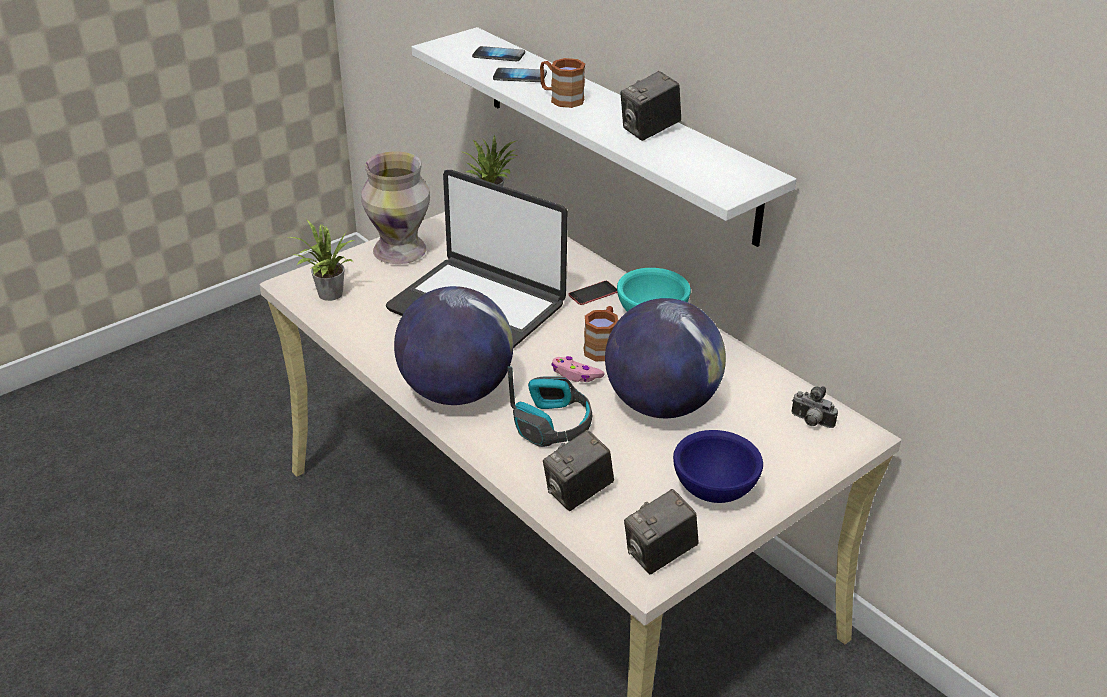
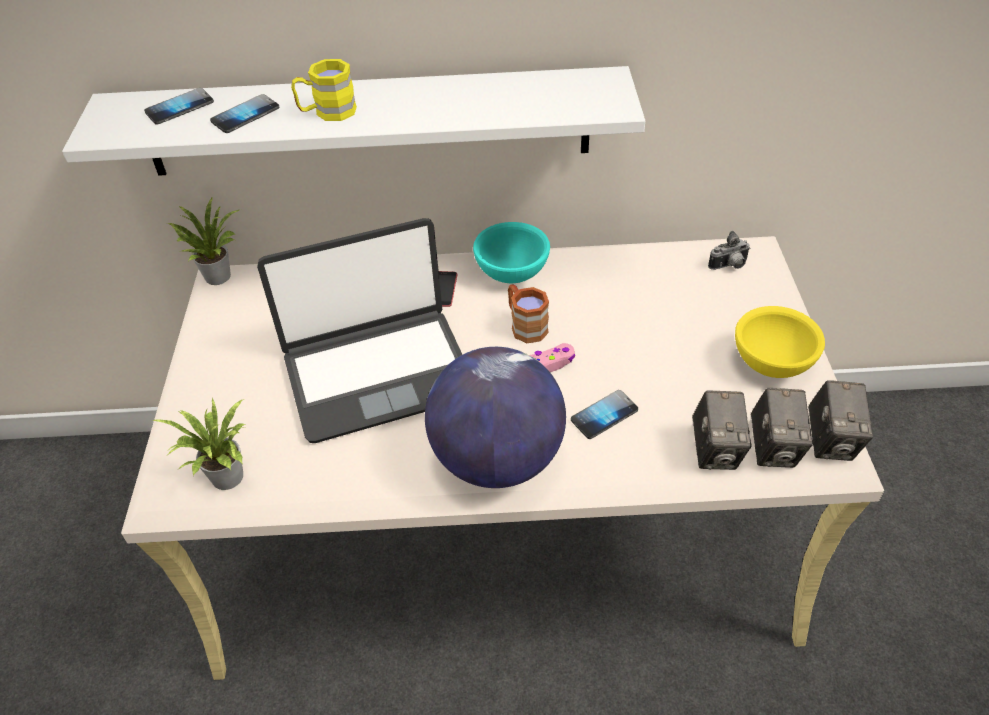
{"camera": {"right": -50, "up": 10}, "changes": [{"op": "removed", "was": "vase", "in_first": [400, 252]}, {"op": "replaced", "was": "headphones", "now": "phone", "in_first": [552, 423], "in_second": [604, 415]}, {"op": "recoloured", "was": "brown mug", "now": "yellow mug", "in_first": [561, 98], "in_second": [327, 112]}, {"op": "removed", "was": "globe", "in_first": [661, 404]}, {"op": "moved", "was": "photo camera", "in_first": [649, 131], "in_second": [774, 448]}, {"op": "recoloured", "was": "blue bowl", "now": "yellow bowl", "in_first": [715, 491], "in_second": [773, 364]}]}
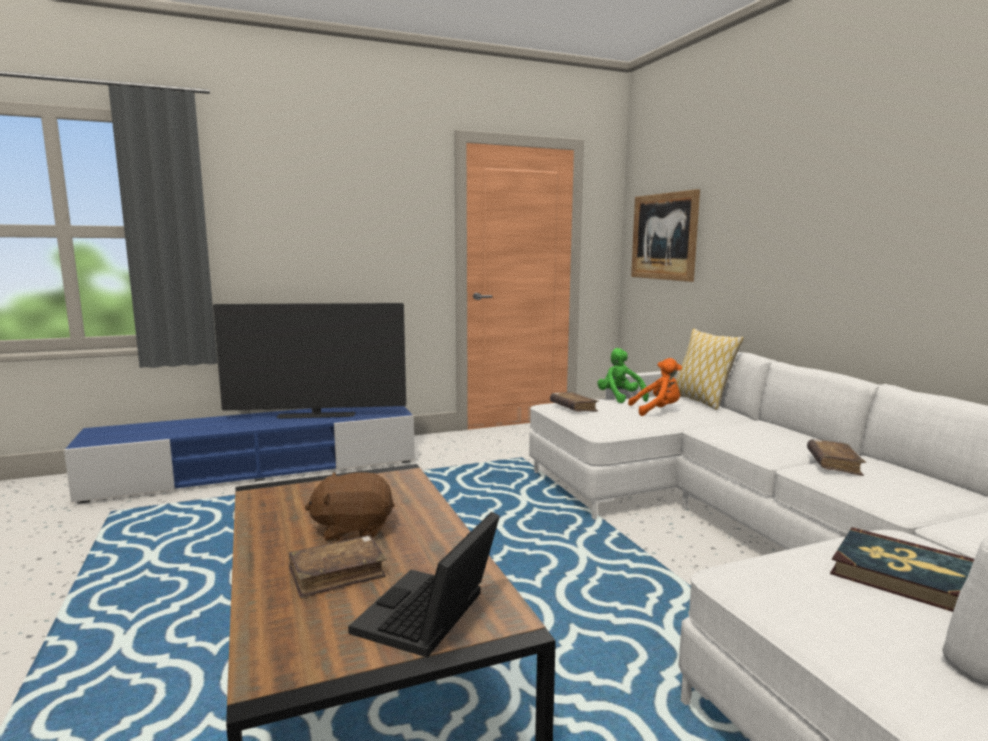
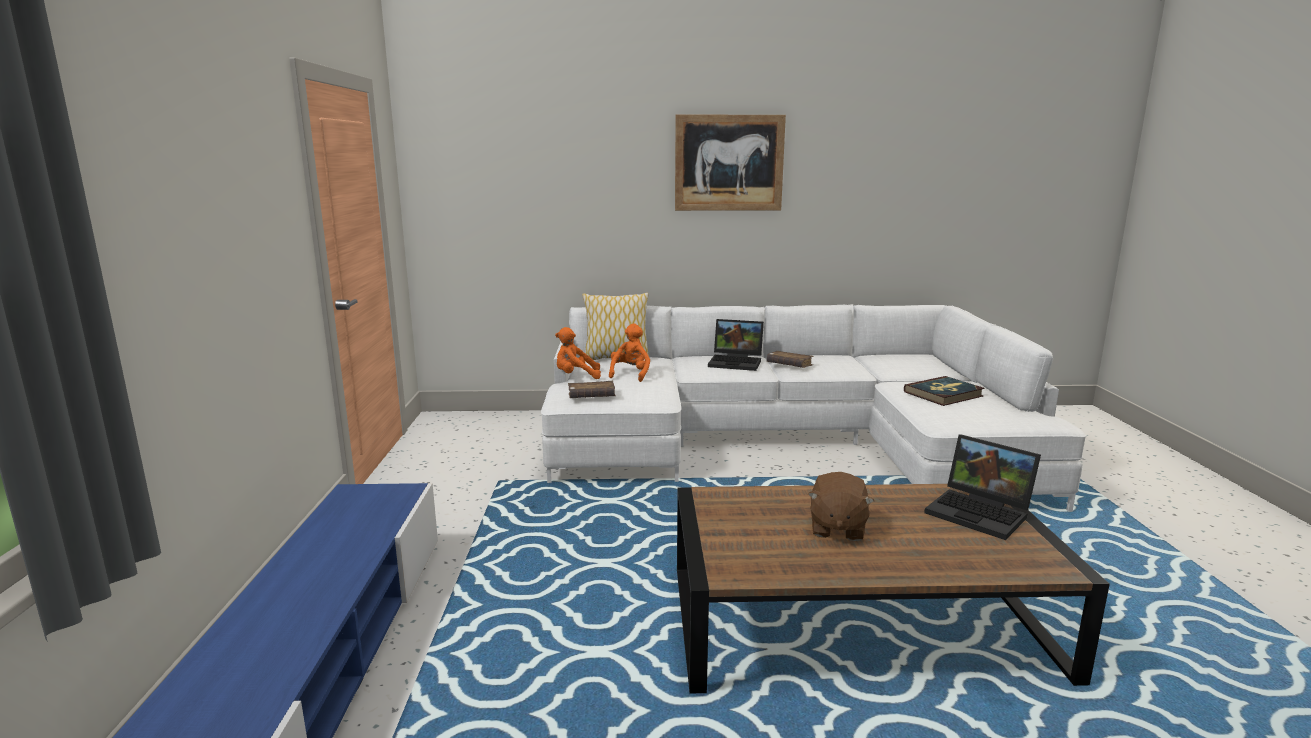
{"camera": {"right": -70, "up": 5}, "changes": [{"op": "removed", "was": "television", "in_first": [316, 416]}, {"op": "removed", "was": "brown book", "in_first": [337, 575]}, {"op": "recoloured", "was": "green plush toy", "now": "orange plush toy", "in_first": [620, 398], "in_second": [576, 376]}, {"op": "moved", "was": "picture", "in_first": [664, 236], "in_second": [729, 163]}, {"op": "added", "now": "laptop", "in_second": [737, 362]}]}
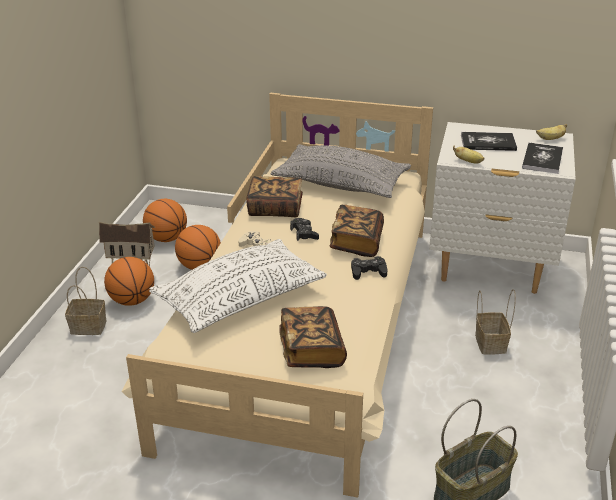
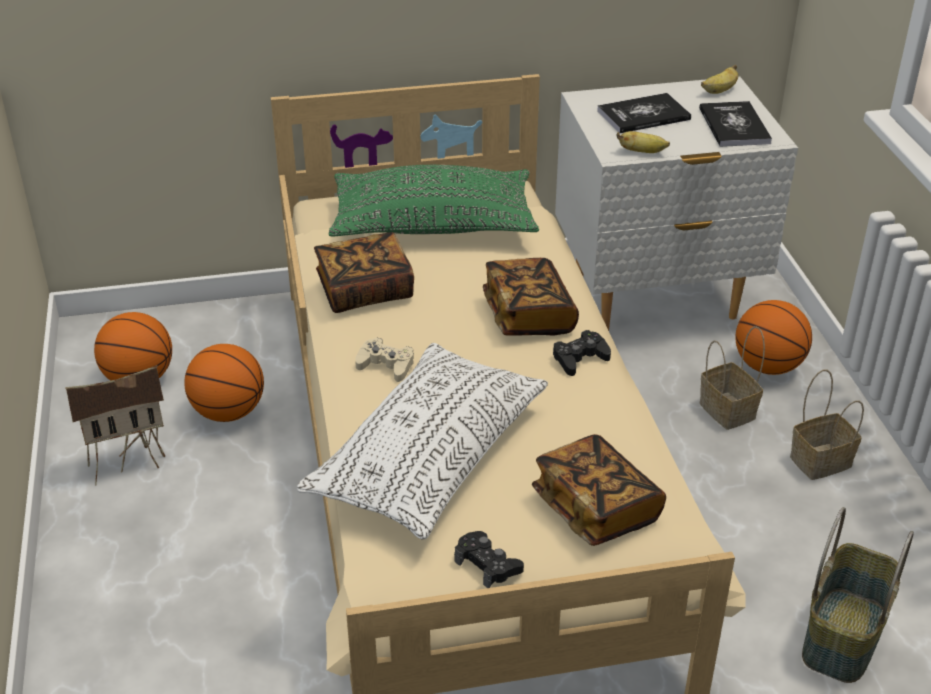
{"camera": {"right": -25, "up": 5}, "changes": [{"op": "moved", "was": "basket", "in_first": [87, 327], "in_second": [819, 462]}, {"op": "moved", "was": "basketball", "in_first": [132, 300], "in_second": [768, 366]}, {"op": "recoloured", "was": "grey pillow", "now": "green pillow", "in_first": [341, 184], "in_second": [433, 225]}, {"op": "moved", "was": "black game controller", "in_first": [304, 233], "in_second": [487, 565]}]}
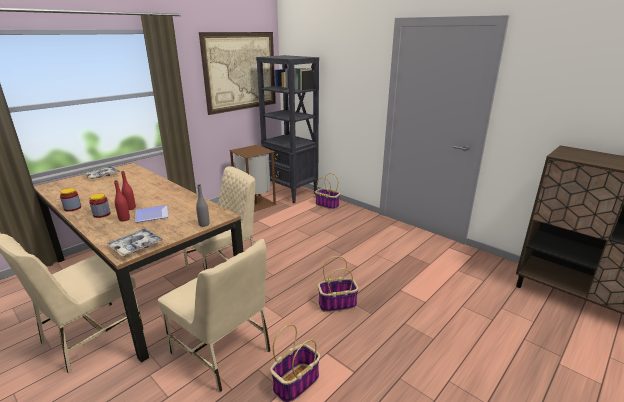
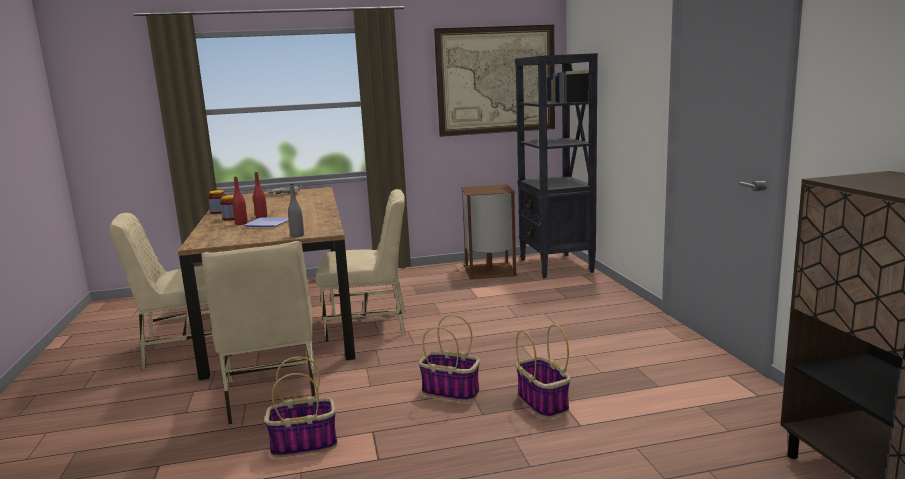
{"camera": {"right": 35, "up": -10}, "changes": [{"op": "removed", "was": "tray", "in_first": [136, 246]}, {"op": "moved", "was": "basket", "in_first": [327, 205], "in_second": [543, 403]}]}
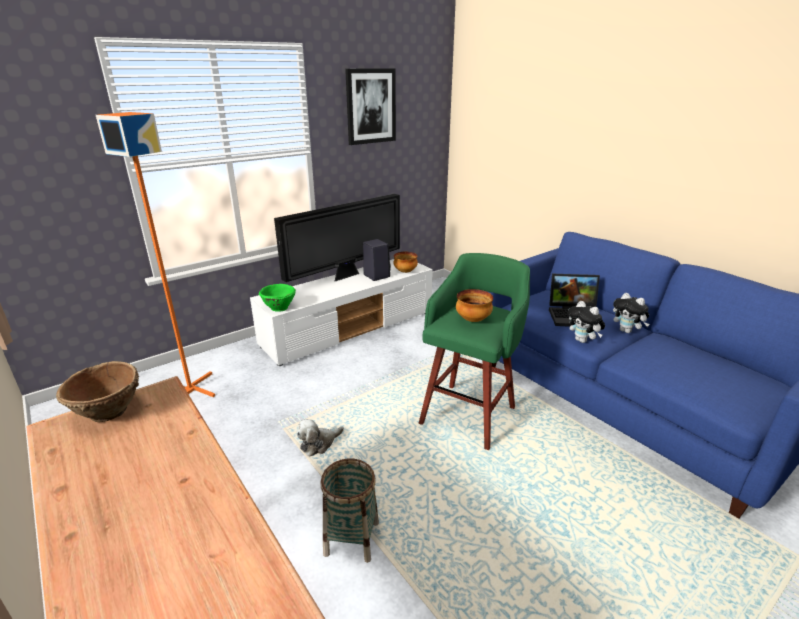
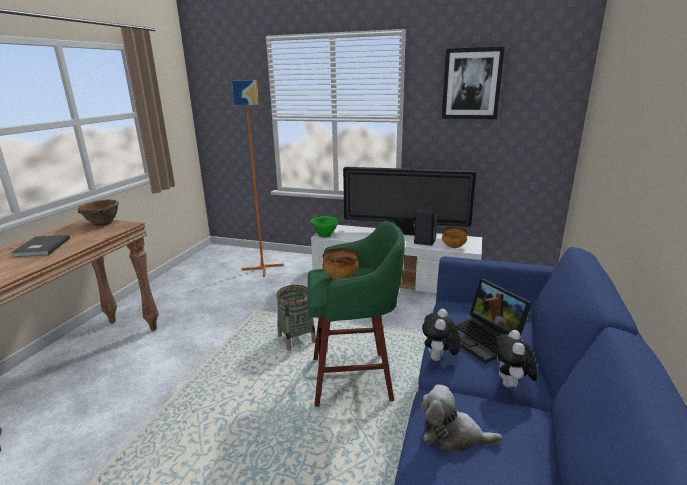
{"camera": {"right": 55, "up": -5}, "changes": [{"op": "moved", "was": "plush toy", "in_first": [319, 444], "in_second": [453, 435]}, {"op": "moved", "was": "basket", "in_first": [352, 538], "in_second": [296, 339]}, {"op": "added", "now": "grey book", "in_second": [40, 248]}]}
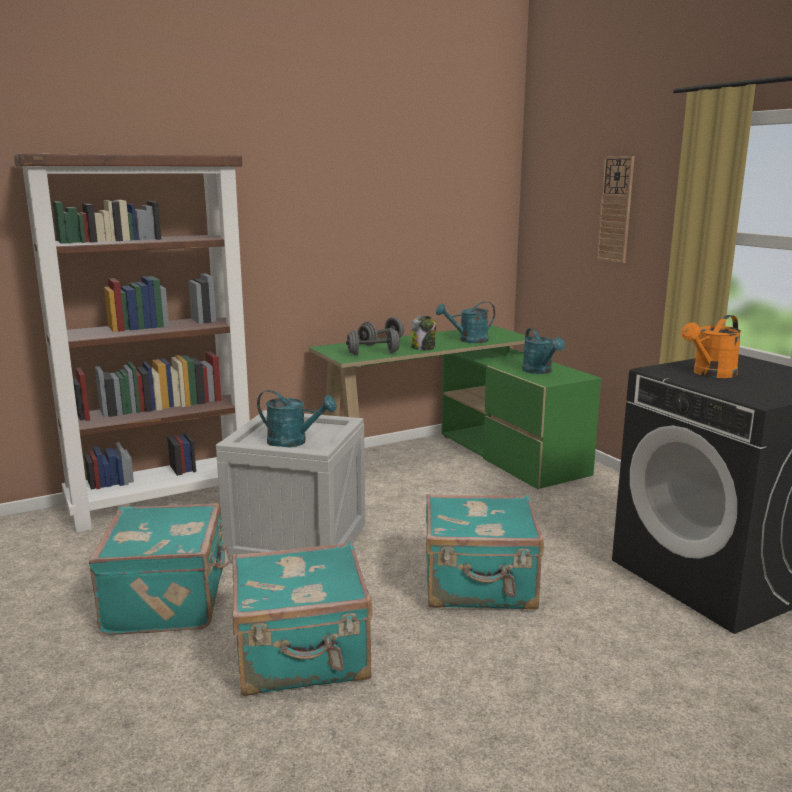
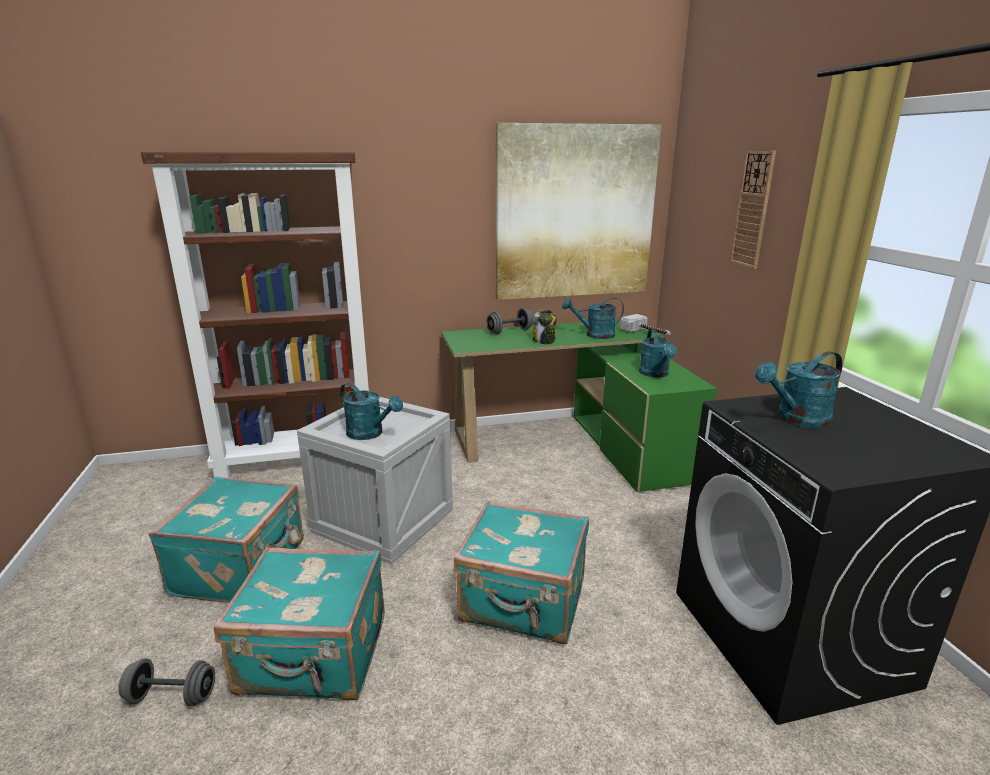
{"camera": {"right": 15, "up": 5}, "changes": [{"op": "moved", "was": "grey dumbbell", "in_first": [373, 354], "in_second": [172, 697]}, {"op": "recoloured", "was": "orange watering can", "now": "turquoise watering can", "in_first": [710, 374], "in_second": [796, 420]}, {"op": "added", "now": "picture", "in_second": [575, 213]}, {"op": "added", "now": "hammer", "in_second": [647, 333]}]}
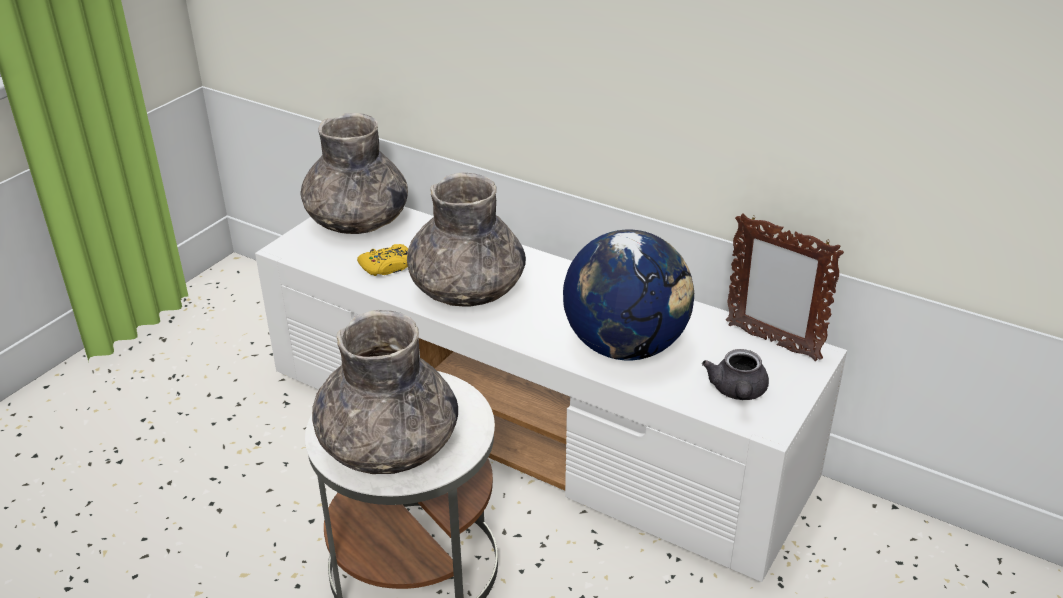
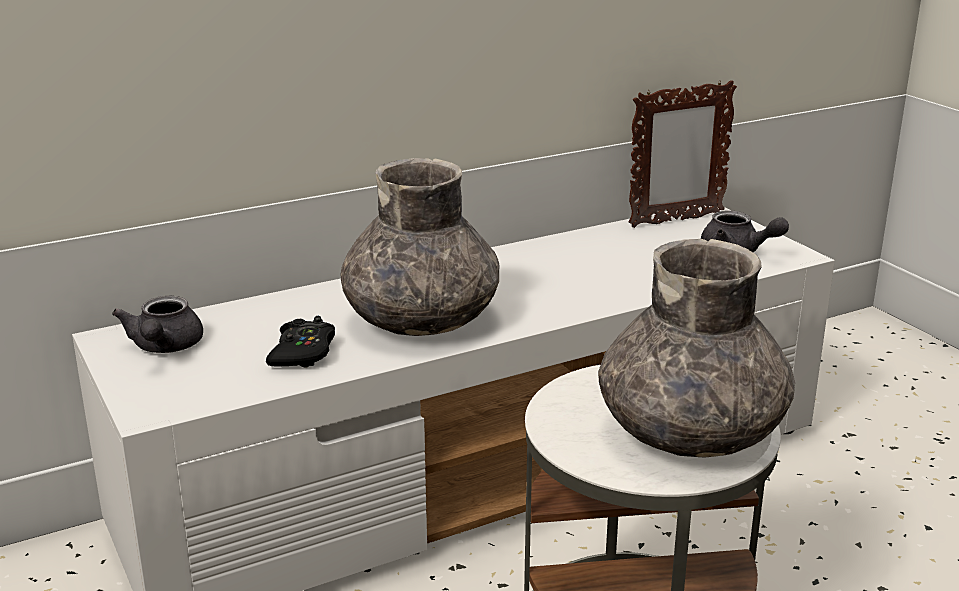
{"camera": {"right": -60, "up": -10}, "changes": [{"op": "replaced", "was": "grey vase", "now": "grey teapot", "in_first": [357, 222], "in_second": [164, 348]}, {"op": "recoloured", "was": "yellow game controller", "now": "black game controller", "in_first": [387, 266], "in_second": [303, 353]}, {"op": "removed", "was": "globe", "in_first": [625, 346]}]}
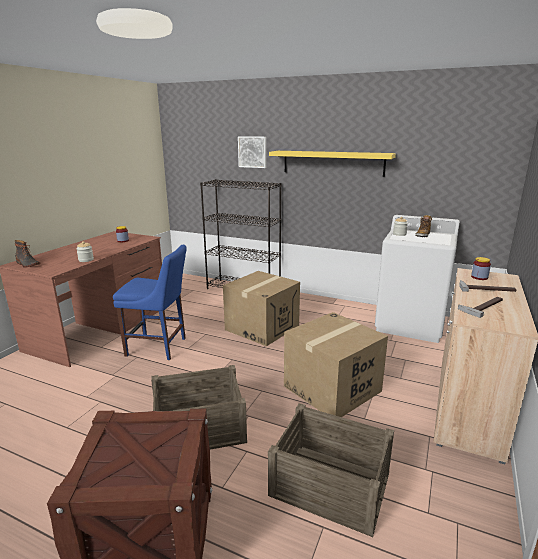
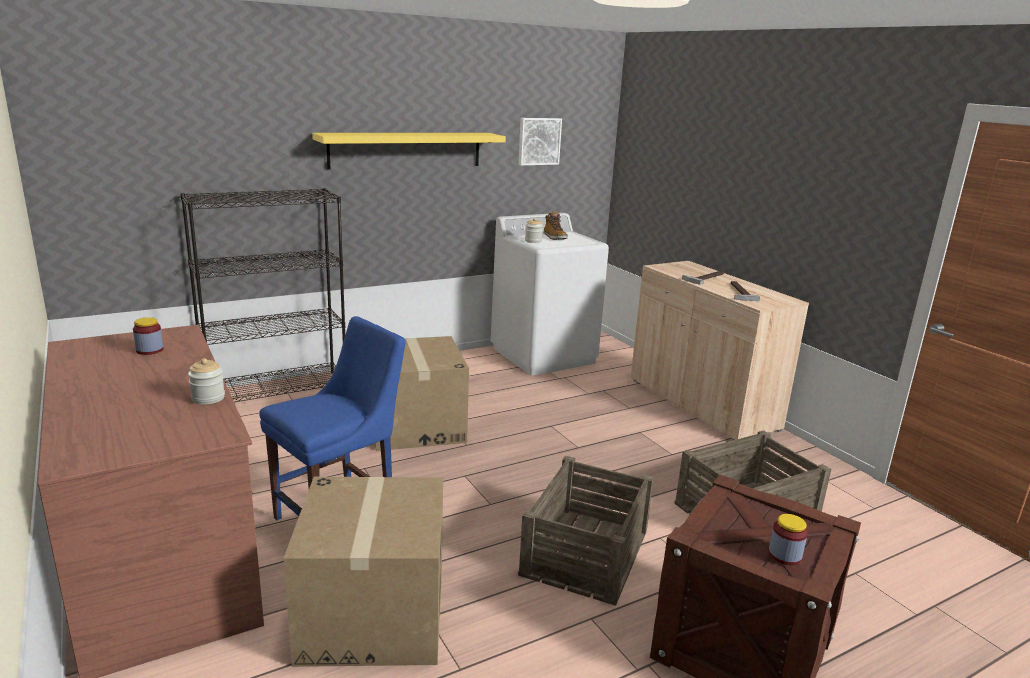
{"camera": {"right": -55, "up": 0}, "changes": [{"op": "removed", "was": "boot", "in_first": [27, 264]}, {"op": "moved", "was": "picture", "in_first": [252, 152], "in_second": [538, 141]}, {"op": "moved", "was": "cardboard box", "in_first": [332, 389], "in_second": [374, 615]}, {"op": "moved", "was": "jar", "in_first": [479, 277], "in_second": [784, 555]}]}
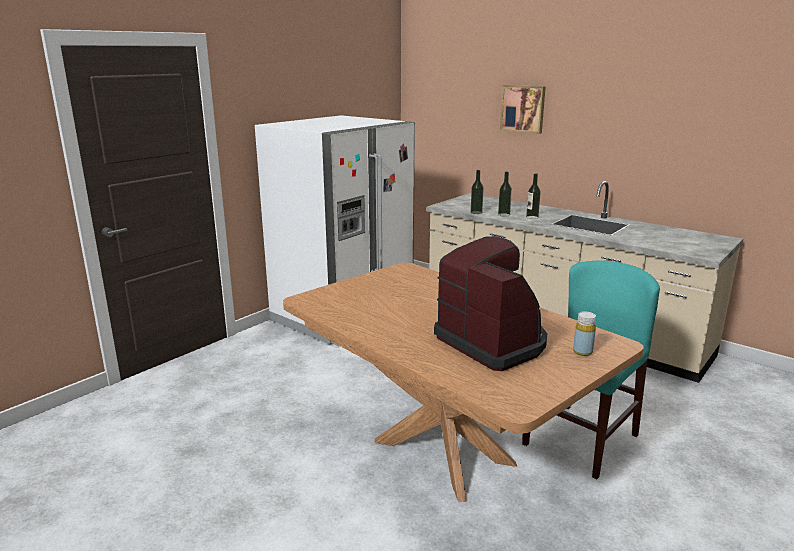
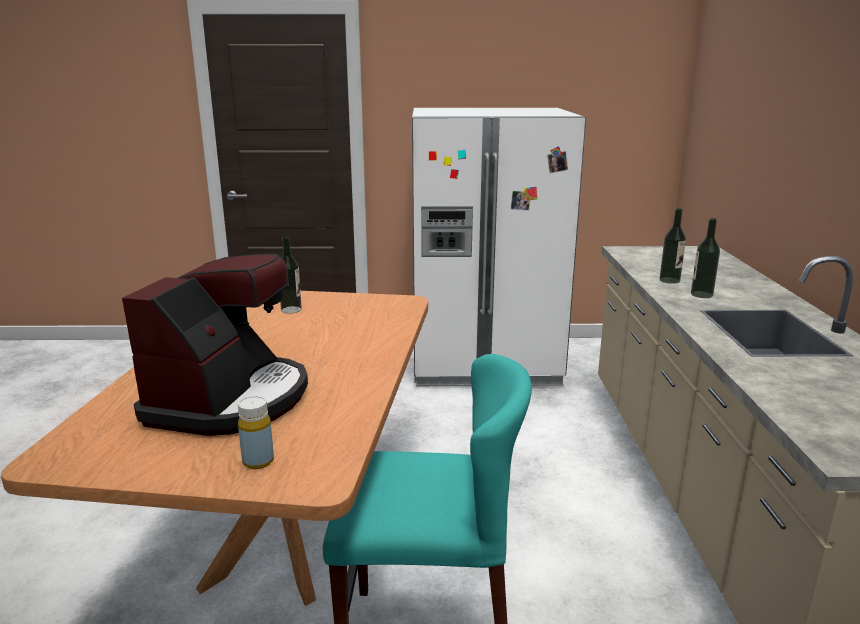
{"camera": {"right": 50, "up": 0}, "changes": [{"op": "moved", "was": "bottle", "in_first": [476, 212], "in_second": [291, 310]}, {"op": "removed", "was": "picture", "in_first": [523, 108]}]}
